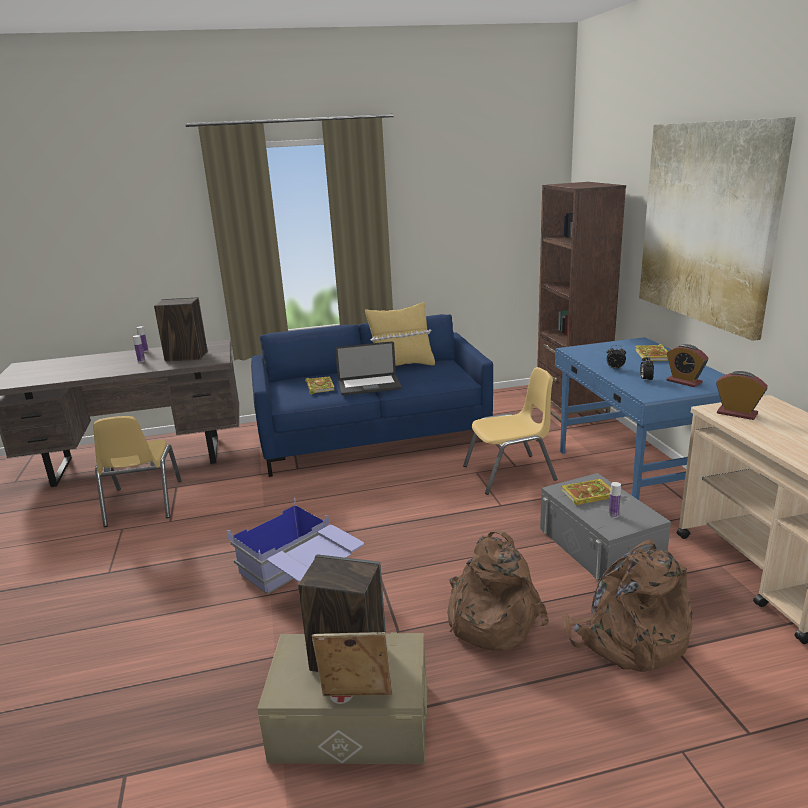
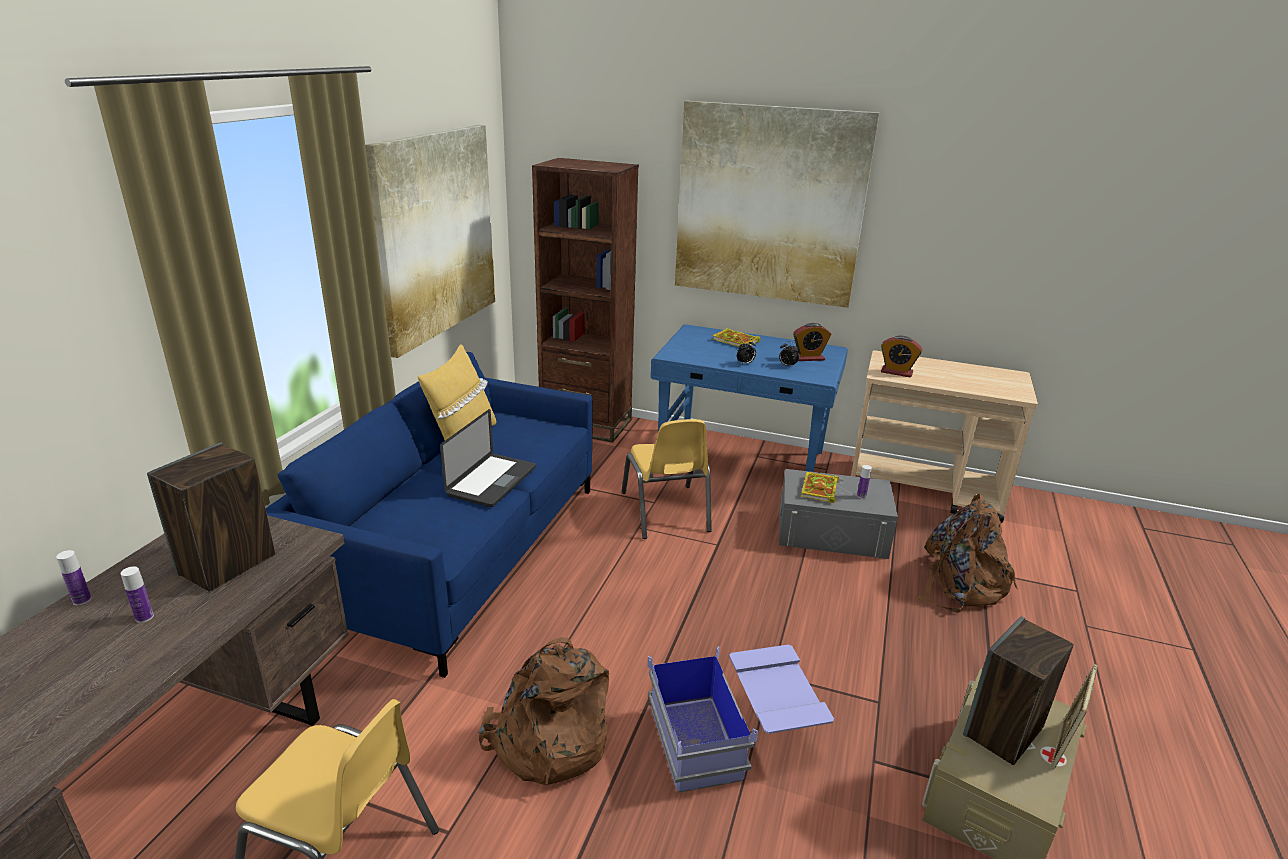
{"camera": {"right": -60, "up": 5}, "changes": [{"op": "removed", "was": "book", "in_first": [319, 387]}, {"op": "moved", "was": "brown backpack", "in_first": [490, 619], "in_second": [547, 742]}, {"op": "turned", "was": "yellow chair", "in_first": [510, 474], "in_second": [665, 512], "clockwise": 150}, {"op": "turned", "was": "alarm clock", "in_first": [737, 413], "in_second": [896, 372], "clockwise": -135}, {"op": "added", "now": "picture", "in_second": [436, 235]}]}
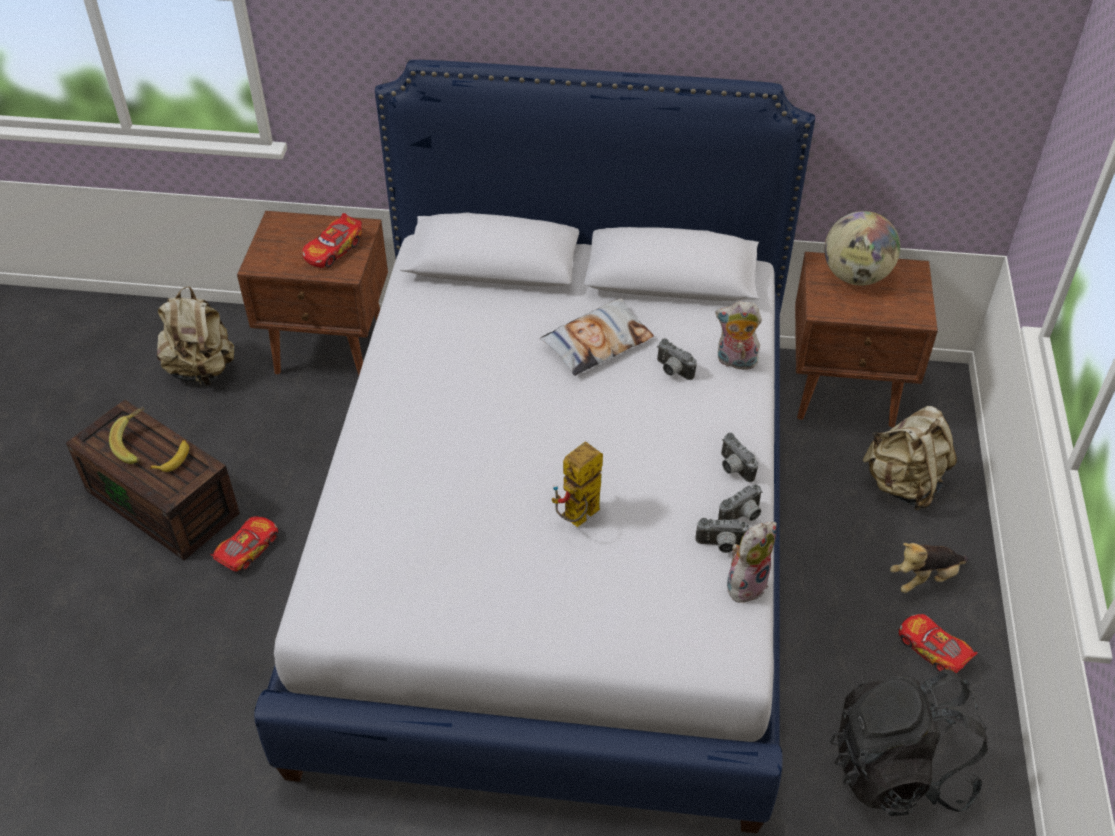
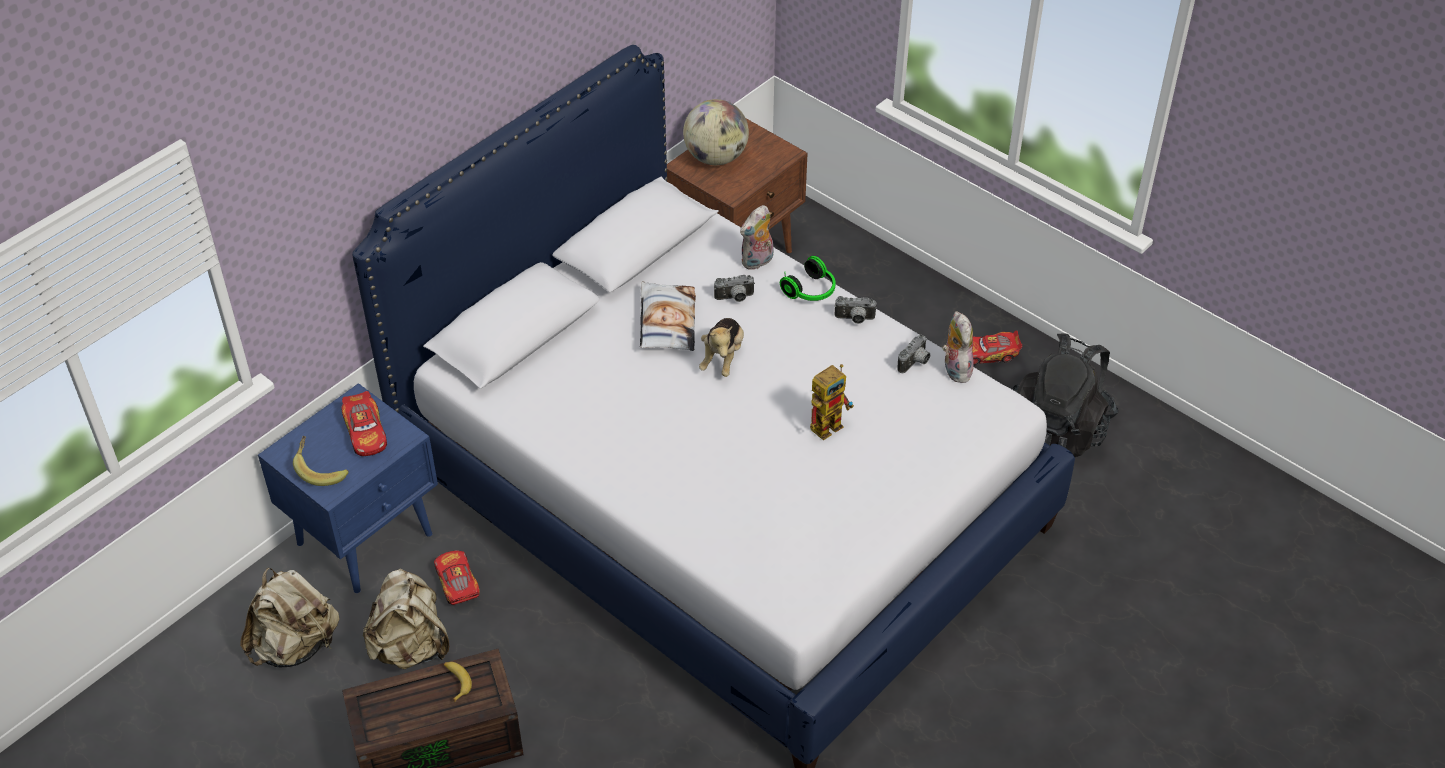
{"camera": {"right": -55, "up": 0}, "changes": [{"op": "moved", "was": "banana", "in_first": [136, 444], "in_second": [321, 469]}, {"op": "moved", "was": "toy car", "in_first": [247, 549], "in_second": [457, 583]}, {"op": "recoloured", "was": "brown nightstand", "now": "blue nightstand", "in_first": [331, 348], "in_second": [367, 538]}, {"op": "turned", "was": "toy robot", "in_first": [577, 519], "in_second": [829, 422], "clockwise": -120}, {"op": "removed", "was": "photo camera", "in_first": [742, 517]}, {"op": "moved", "was": "beige backpack", "in_first": [903, 484], "in_second": [410, 647]}, {"op": "moved", "was": "plush toy", "in_first": [924, 578], "in_second": [722, 357]}, {"op": "added", "now": "headphones", "in_second": [811, 291]}]}
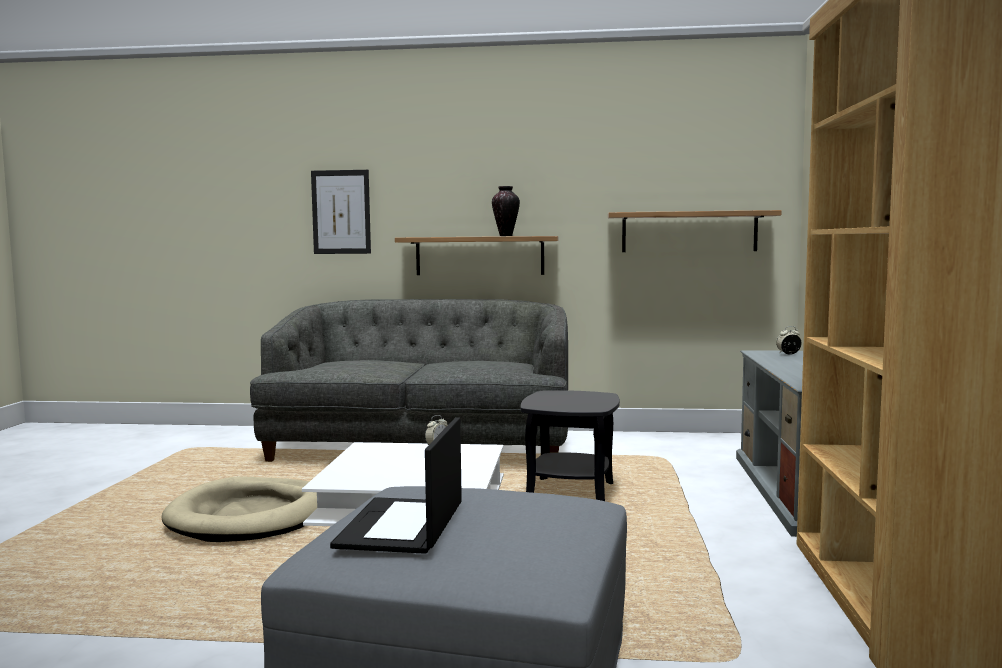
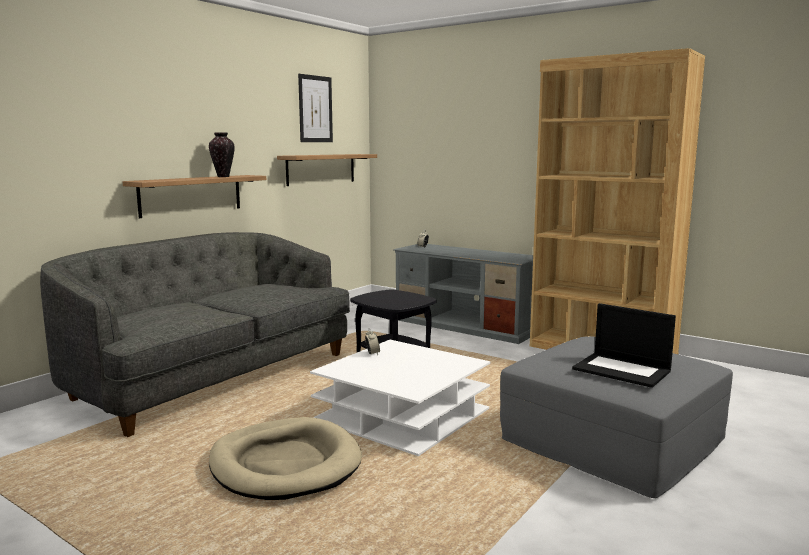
{"camera": {"right": -60, "up": 5}, "changes": [{"op": "moved", "was": "picture", "in_first": [341, 212], "in_second": [315, 109]}]}
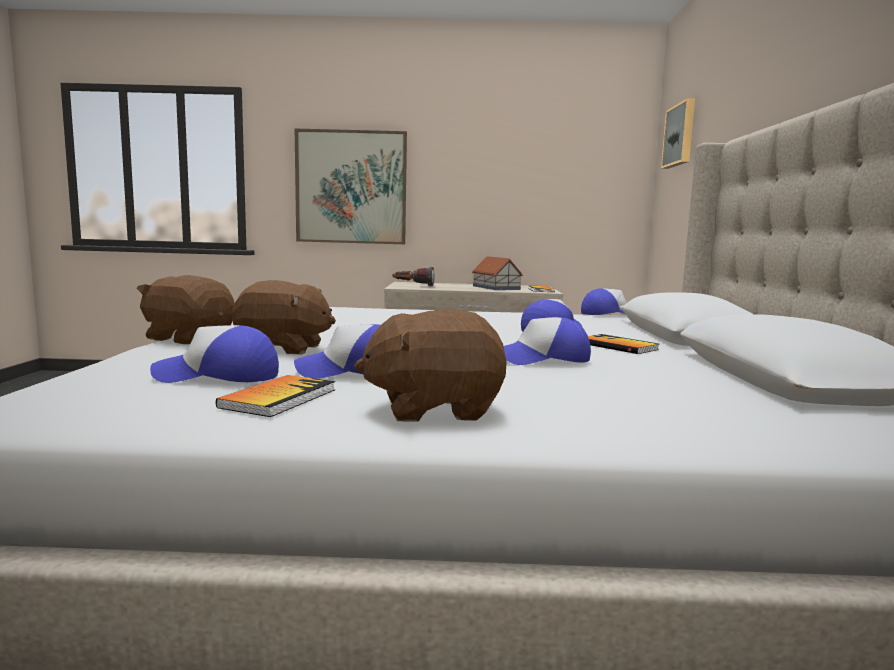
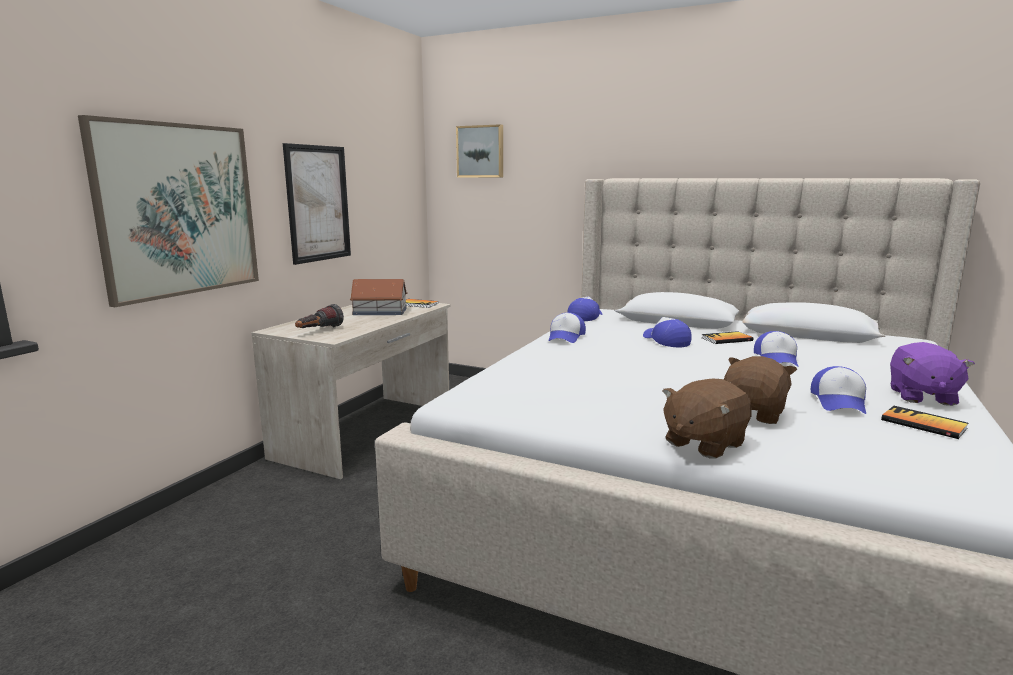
{"camera": {"right": -65, "up": 5}, "changes": [{"op": "moved", "was": "cap", "in_first": [218, 376], "in_second": [566, 337]}, {"op": "recoloured", "was": "brown plush toy", "now": "purple plush toy", "in_first": [434, 409], "in_second": [921, 396]}, {"op": "added", "now": "picture", "in_second": [318, 203]}]}
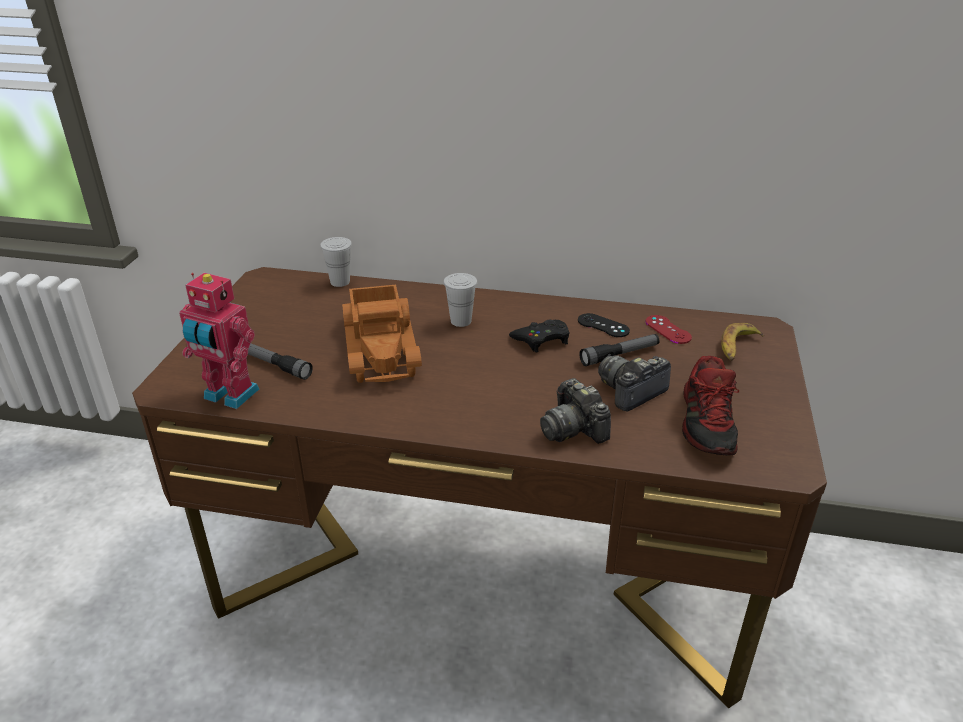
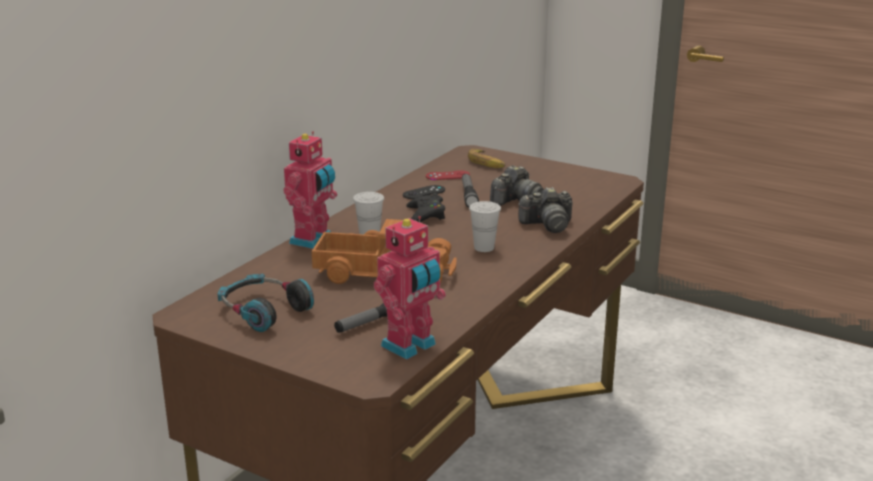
{"camera": {"right": -70, "up": -10}, "changes": [{"op": "moved", "was": "white cup", "in_first": [340, 282], "in_second": [484, 248]}, {"op": "turned", "was": "photo camera", "in_first": [631, 392], "in_second": [517, 201], "clockwise": -120}, {"op": "removed", "was": "shoe", "in_first": [709, 424]}, {"op": "added", "now": "headphones", "in_second": [263, 311]}, {"op": "added", "now": "toy robot", "in_second": [313, 240]}]}
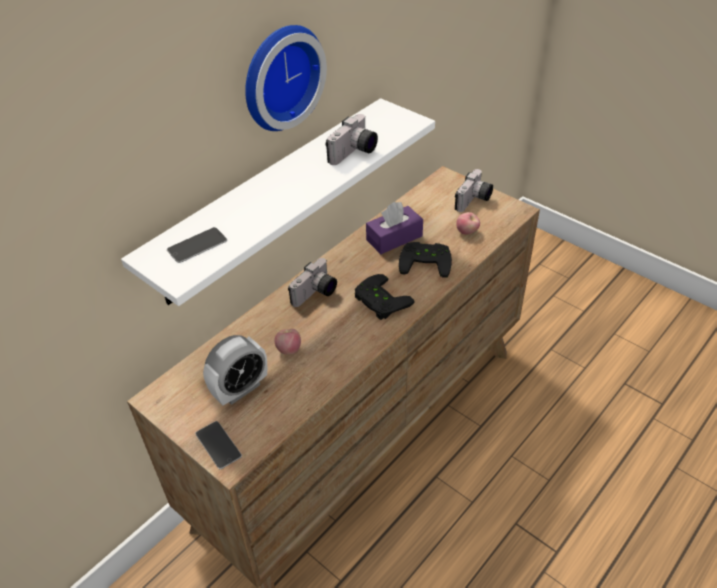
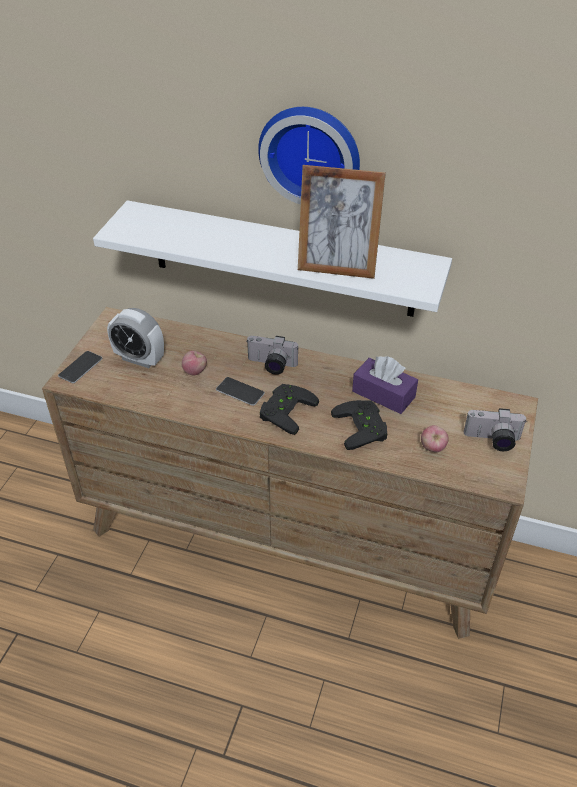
{"camera": {"right": 65, "up": 0}, "changes": [{"op": "moved", "was": "phone", "in_first": [197, 245], "in_second": [240, 391]}, {"op": "replaced", "was": "photo camera", "now": "picture frame", "in_first": [354, 153], "in_second": [337, 268]}]}
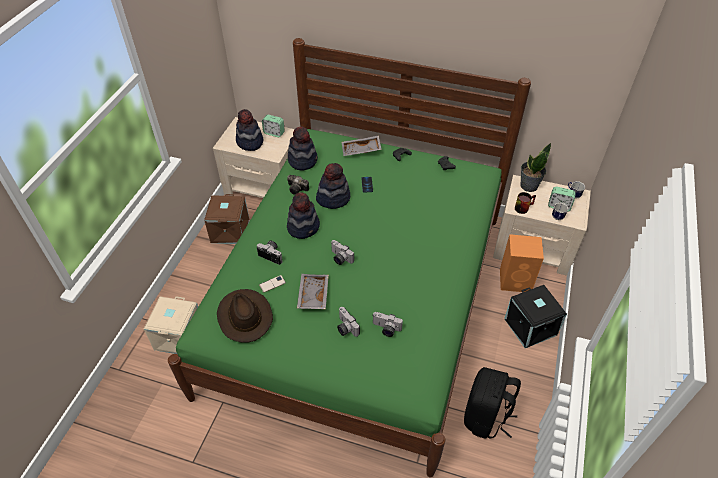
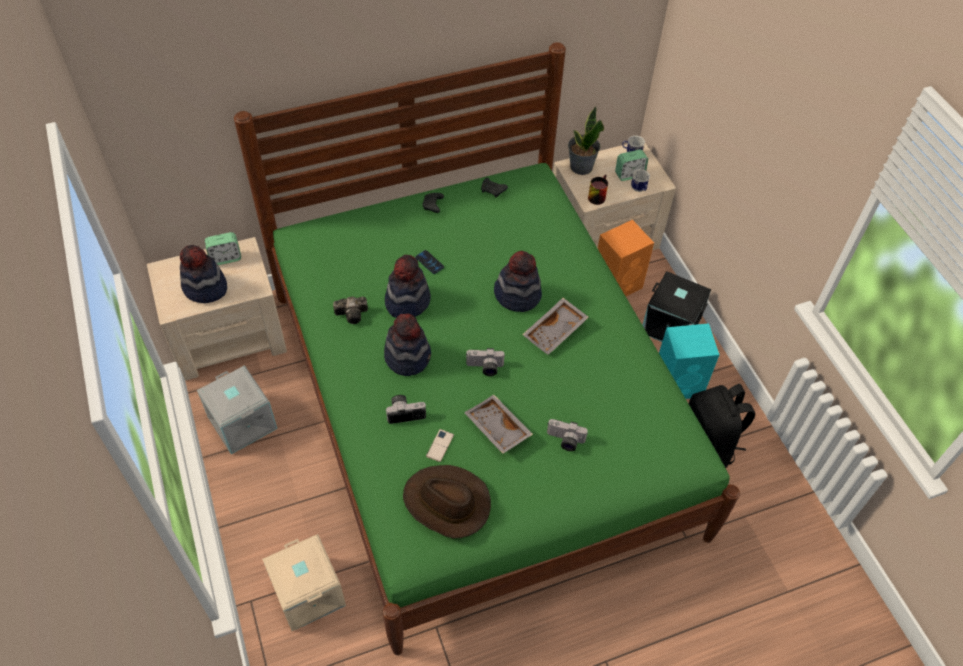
{"camera": {"right": -40, "up": 5}, "changes": [{"op": "recoloured", "was": "brown storage box", "now": "grey storage box", "in_first": [229, 230], "in_second": [241, 423]}, {"op": "moved", "was": "hat", "in_first": [303, 160], "in_second": [517, 295]}, {"op": "moved", "was": "grey tray", "in_first": [361, 150], "in_second": [555, 332]}, {"op": "removed", "was": "photo camera", "in_first": [386, 329]}, {"op": "added", "now": "turquoise speaker", "in_second": [679, 383]}]}
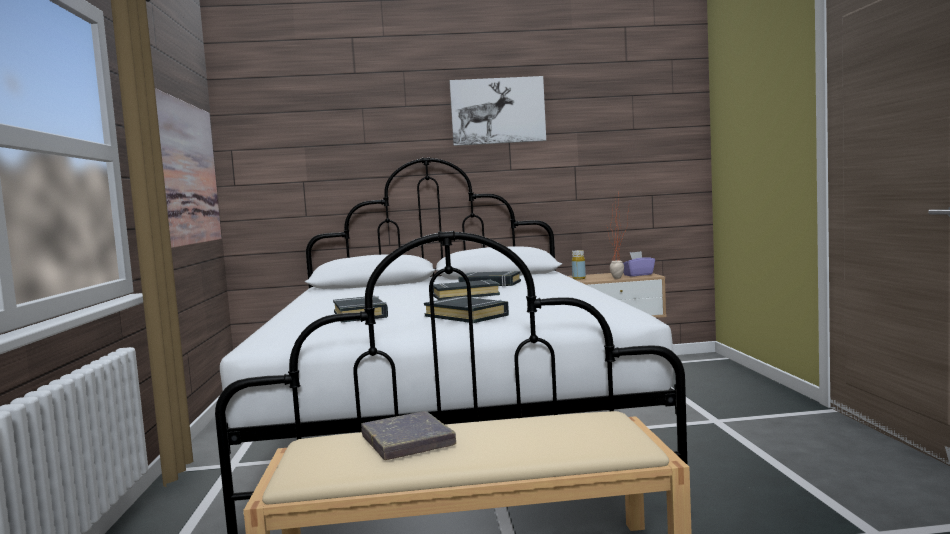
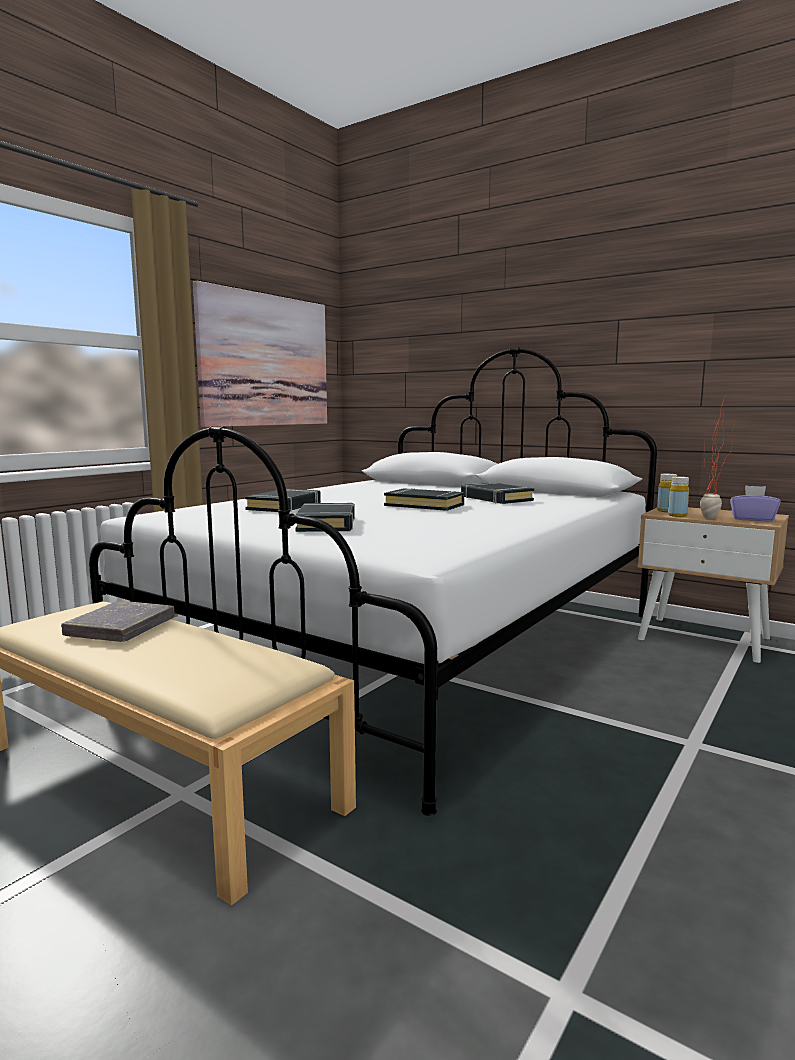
{"camera": {"right": 40, "up": 5}, "changes": [{"op": "removed", "was": "picture", "in_first": [497, 111]}, {"op": "added", "now": "yellow bottle", "in_second": [677, 515]}]}
